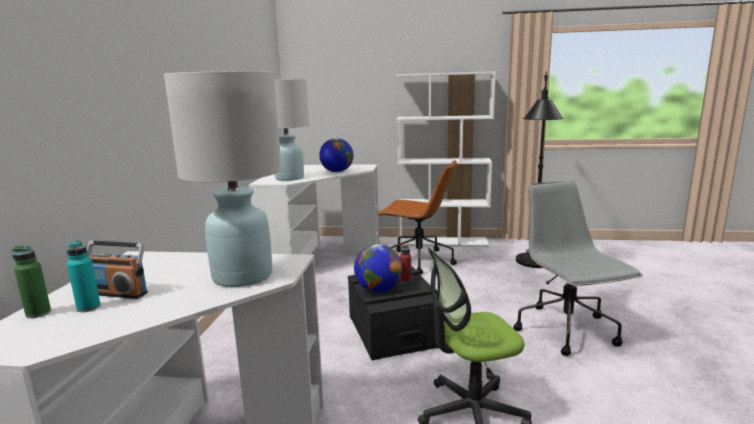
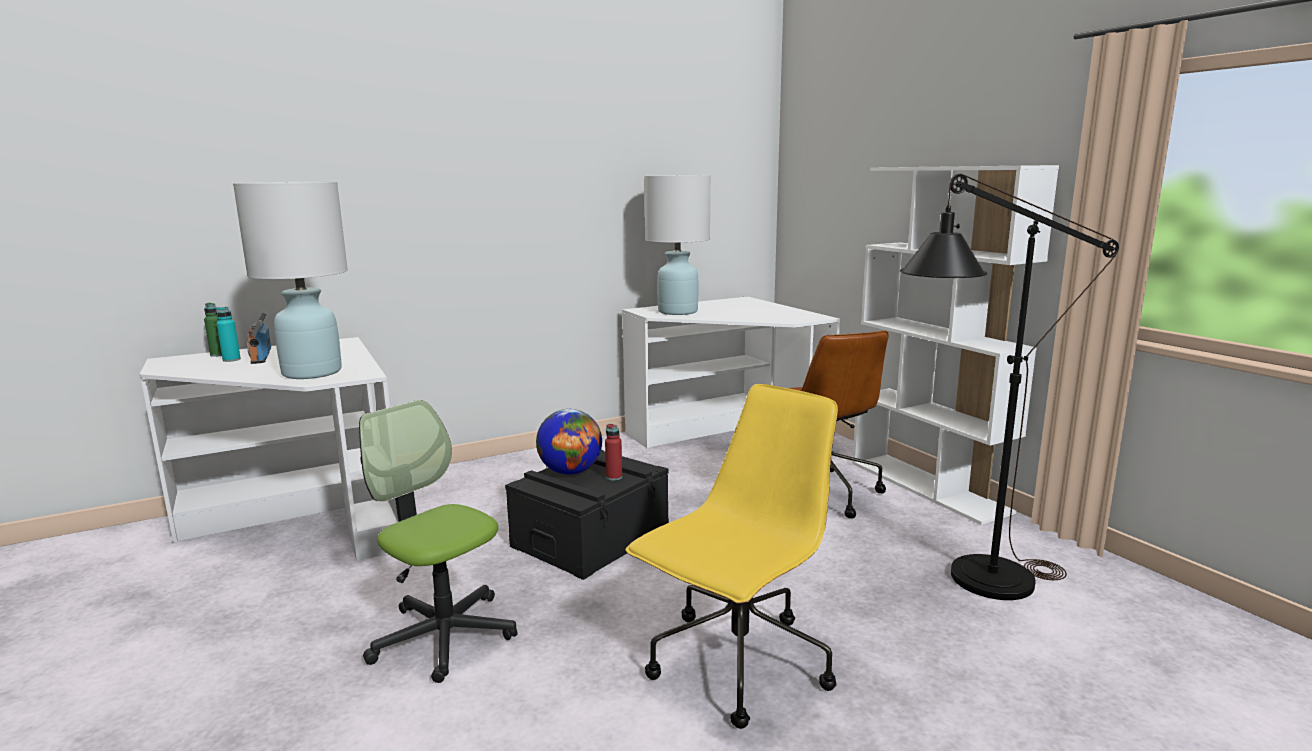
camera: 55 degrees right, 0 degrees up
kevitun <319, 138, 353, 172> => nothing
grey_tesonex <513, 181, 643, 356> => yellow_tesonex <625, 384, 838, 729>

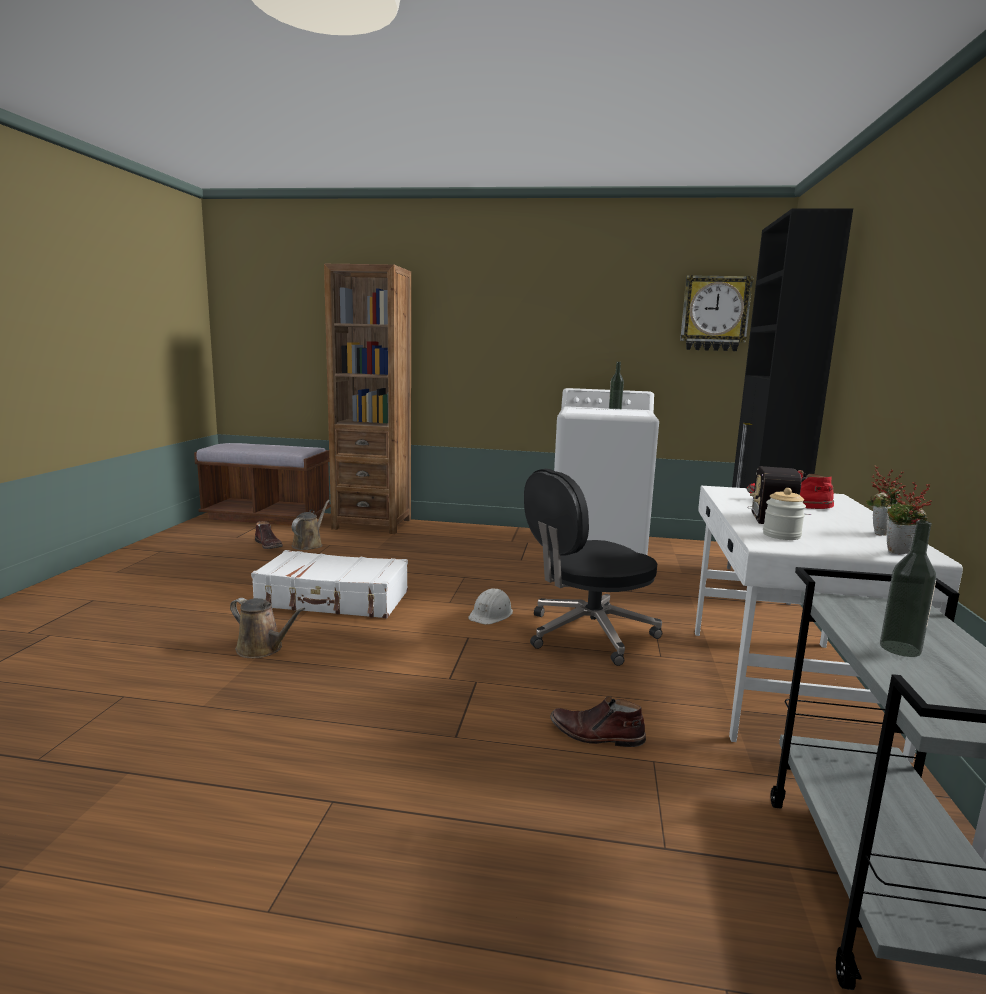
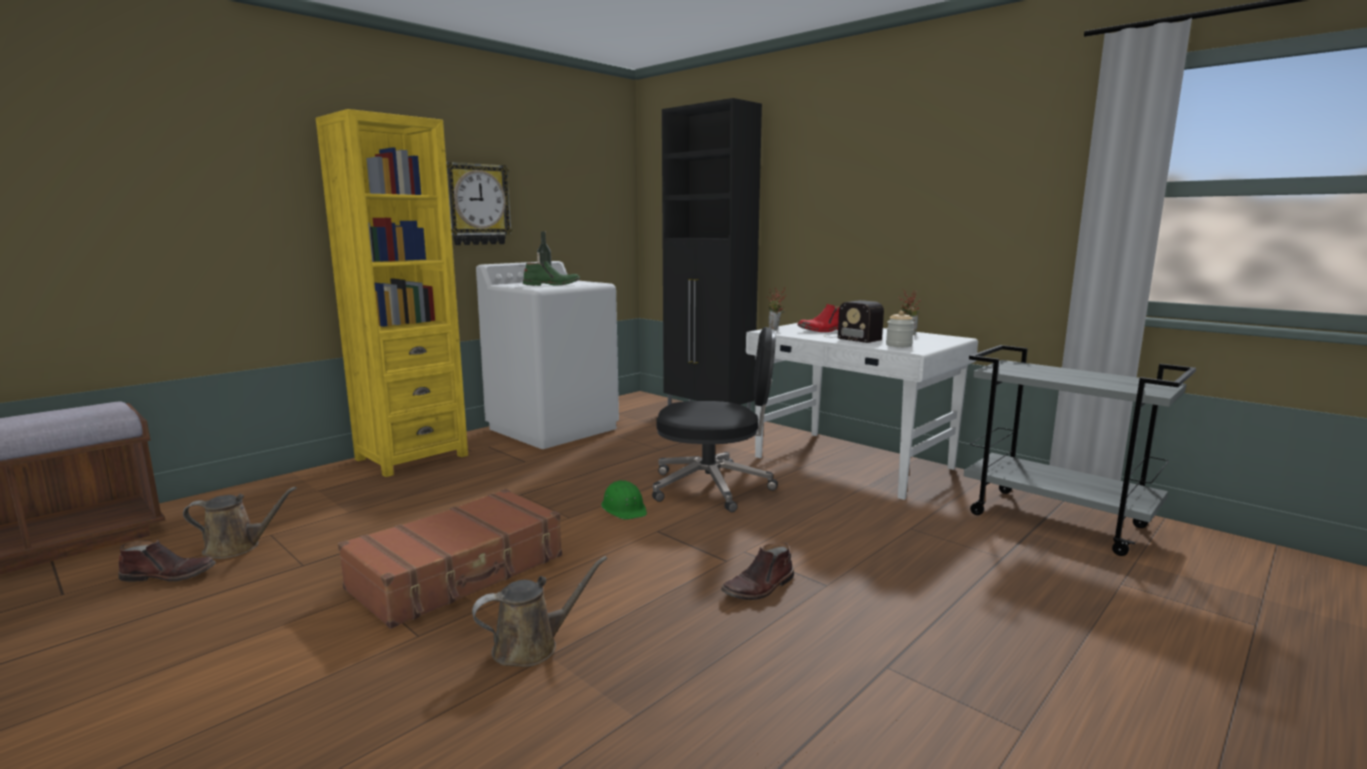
camera: 55 degrees left, 0 degrees up
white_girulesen <251, 550, 408, 618> => brown_girulesen <338, 489, 562, 629>
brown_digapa <292, 500, 330, 550> => brown_digapa <183, 487, 297, 559>, 120 degrees clockwise
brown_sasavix <324, 264, 411, 534> => nothing
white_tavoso <468, 588, 513, 625> => green_tavoso <601, 480, 647, 520>
black_tesonex <524, 469, 662, 666> => black_tesonex <652, 327, 778, 512>, 90 degrees counterclockwise
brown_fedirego <550, 696, 646, 747> => brown_fedirego <721, 543, 794, 600>, relocated
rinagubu <680, 275, 754, 351> => rinagubu <446, 161, 513, 245>, relocated
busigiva <880, 520, 936, 657> => nothing
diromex <887, 482, 932, 554> => diromex <766, 287, 787, 330>, relocated
nothing => yellow_sasavix <316, 109, 468, 477>
nothing => green_fedirego <523, 261, 580, 286>

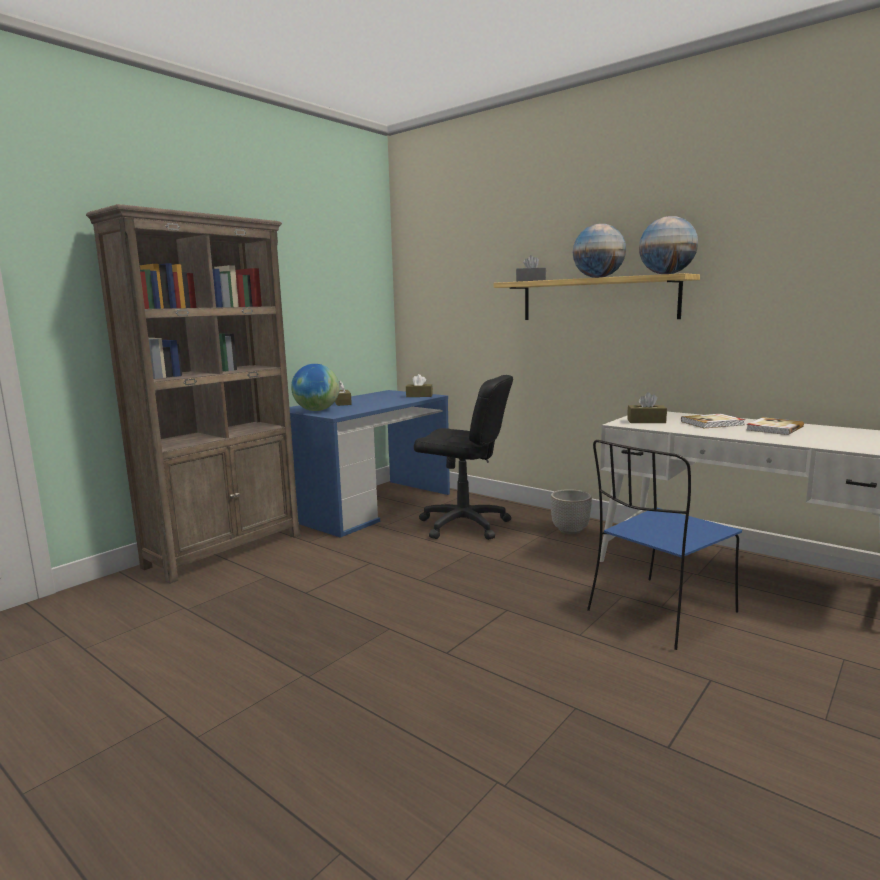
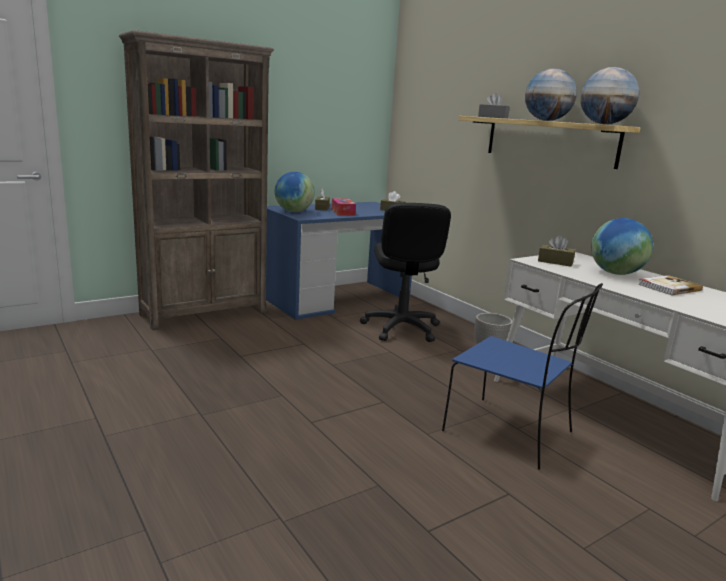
camera: 15 degrees right, 5 degrees up
black_tesonex <414, 375, 513, 540> => black_tesonex <360, 203, 451, 342>, 45 degrees clockwise
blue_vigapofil <587, 440, 742, 650> => blue_vigapofil <442, 283, 603, 470>, 120 degrees counterclockwise
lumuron <681, 414, 745, 428> => kevitun <591, 218, 653, 275>
nothing => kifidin <332, 198, 356, 216>

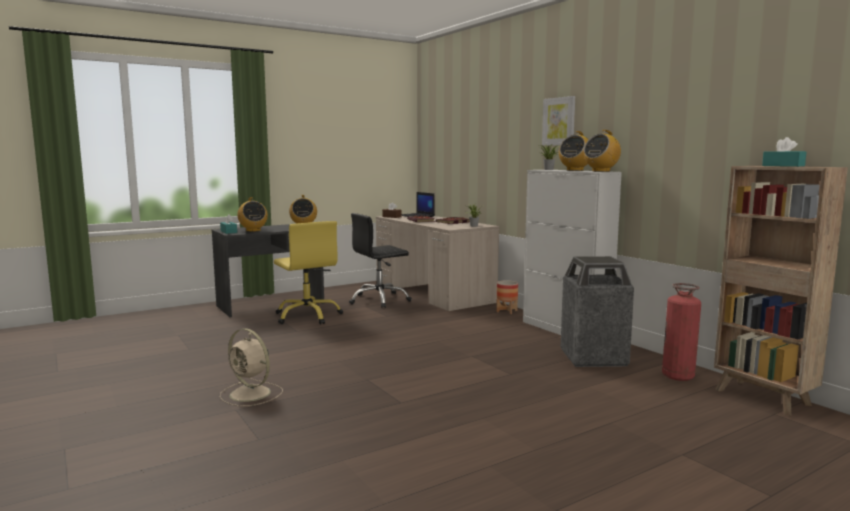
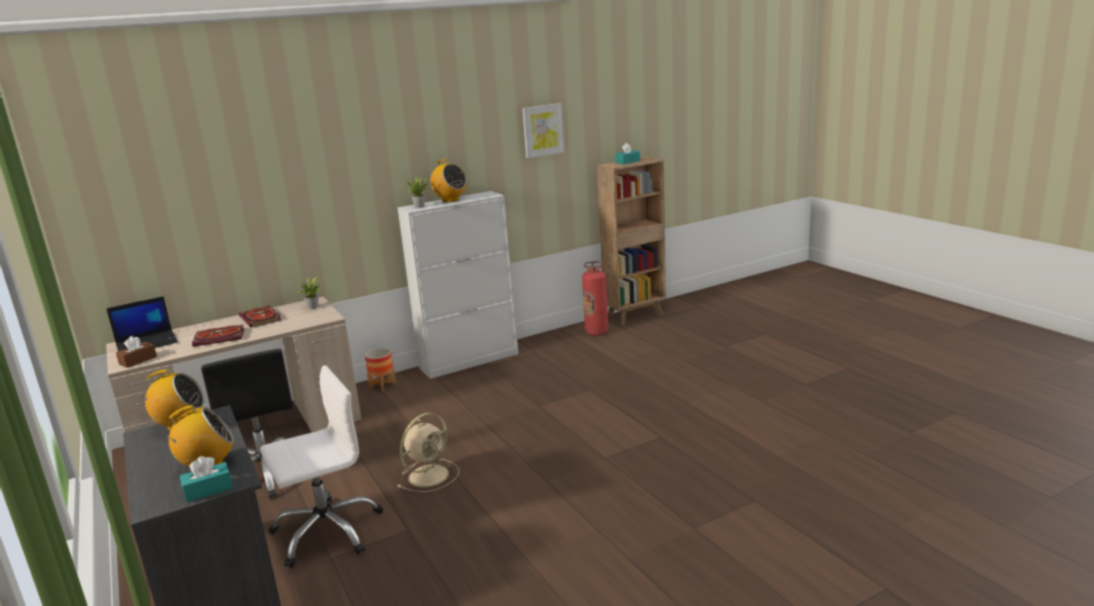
camera: 85 degrees left, 10 degrees up
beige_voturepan <220, 328, 283, 406> => beige_voturepan <398, 413, 459, 492>, relocated
yellow_tesonex <274, 221, 343, 325> => white_tesonex <260, 365, 383, 568>
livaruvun <542, 96, 575, 146> => livaruvun <522, 103, 564, 158>, relocated
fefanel <561, 256, 634, 367> => nothing
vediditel <584, 130, 621, 172> => nothing

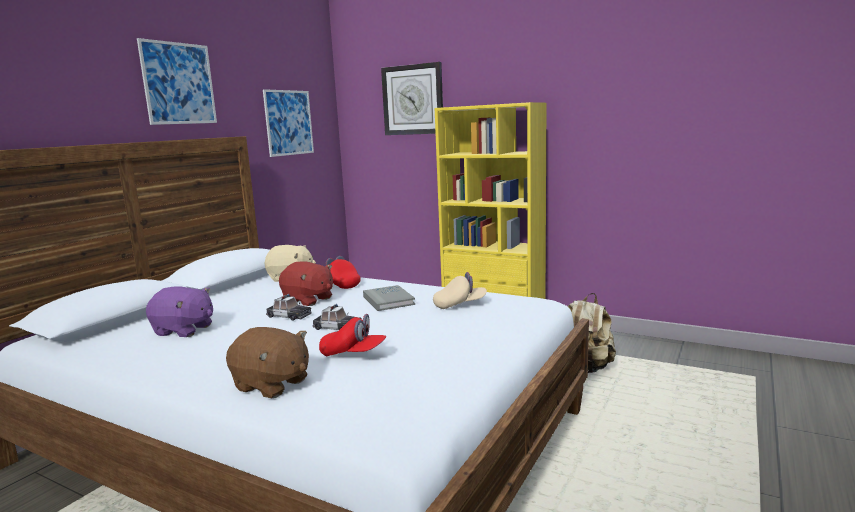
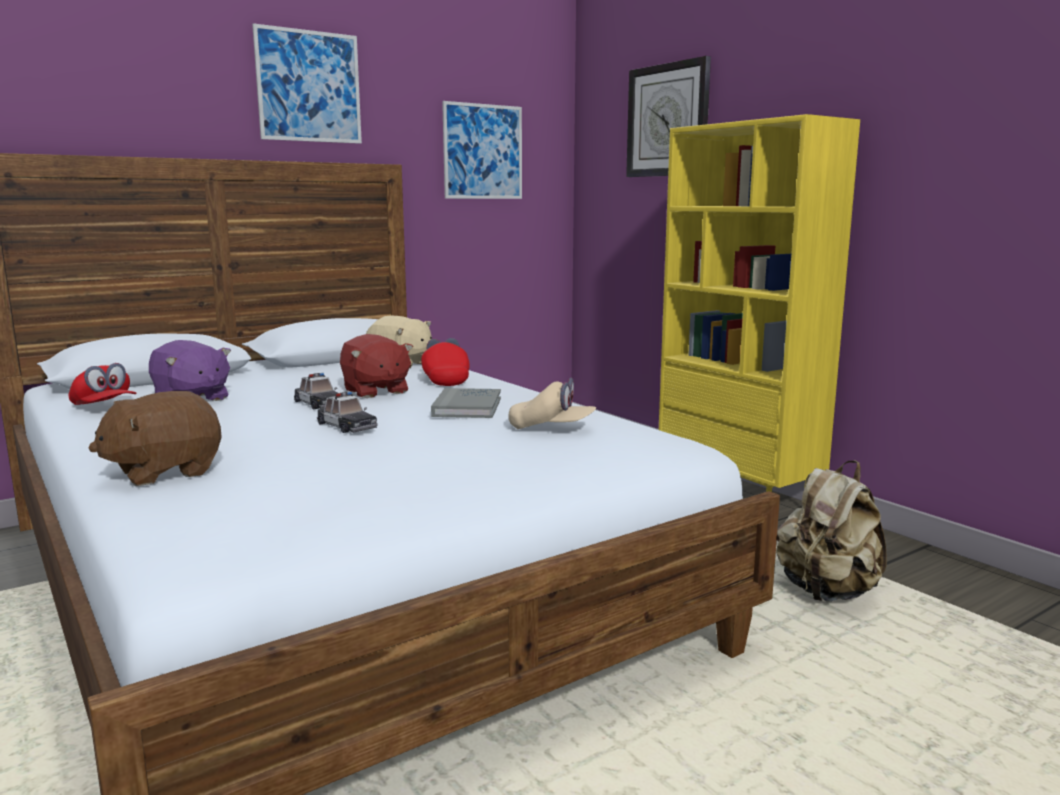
camera: 25 degrees right, 0 degrees up
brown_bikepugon <226, 327, 309, 398> => brown_bikepugon <88, 391, 222, 486>, 90 degrees clockwise
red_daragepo <319, 314, 386, 356> => red_daragepo <69, 363, 137, 405>, relocated

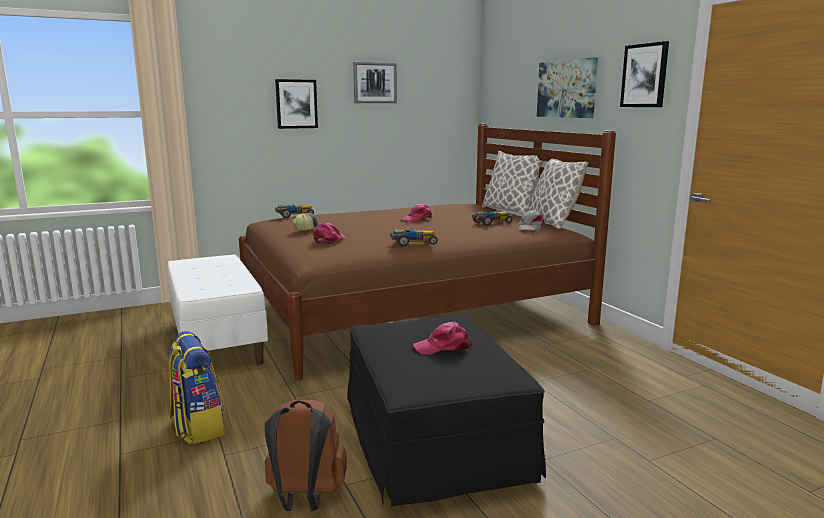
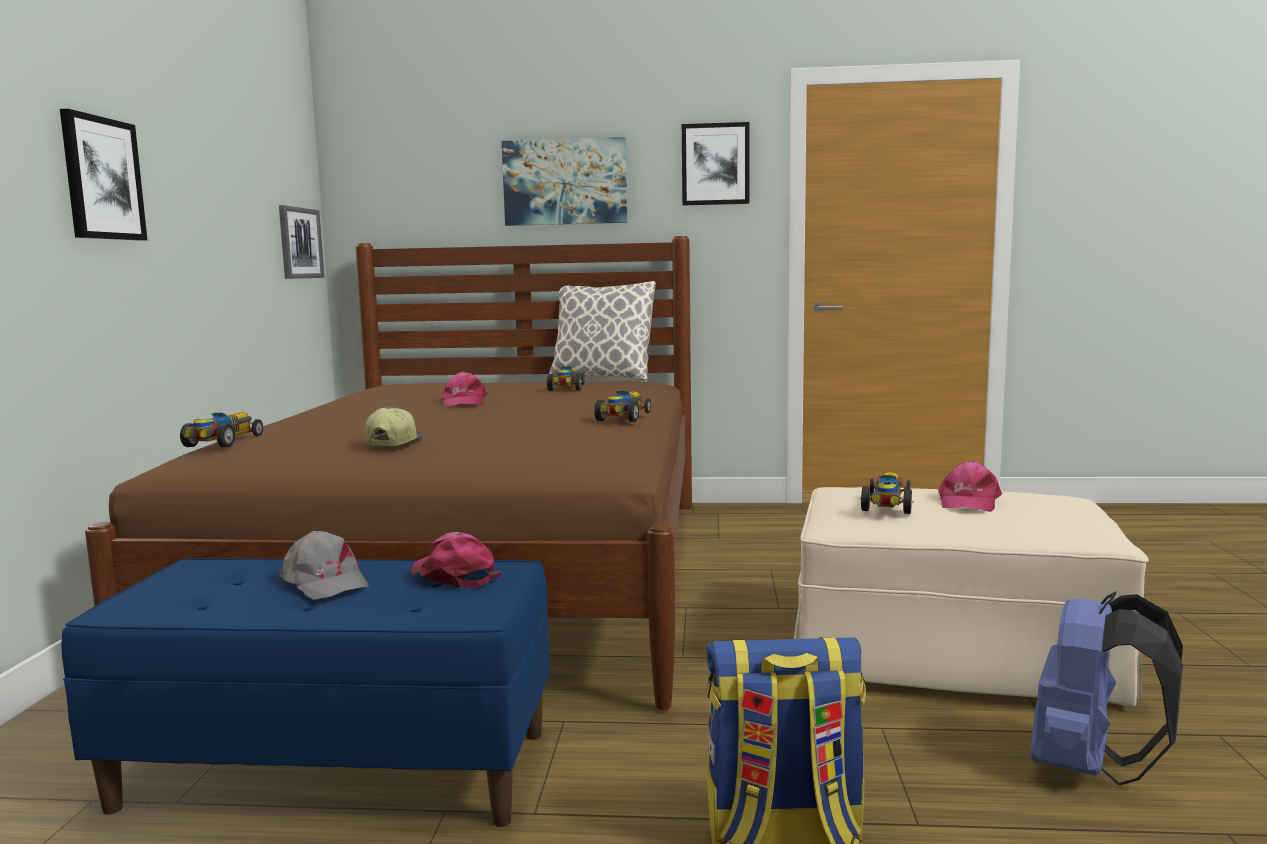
camera: 60 degrees left, 5 degrees down
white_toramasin <167, 254, 268, 365> => blue_toramasin <61, 558, 550, 827>
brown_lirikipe <265, 400, 347, 511> => blue_lirikipe <1030, 591, 1183, 785>
pink_daragepo <313, 223, 346, 244> => pink_daragepo <410, 532, 501, 588>, relocated
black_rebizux <347, 316, 546, 506> => beige_rebizux <794, 487, 1149, 707>
livaruvun <353, 62, 397, 103> => livaruvun <279, 205, 324, 279>, relocated
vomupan <482, 151, 544, 215> => nothing
grey_daragepo <518, 210, 545, 231> => grey_daragepo <279, 531, 369, 600>, relocated
nothing => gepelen <860, 472, 914, 514>

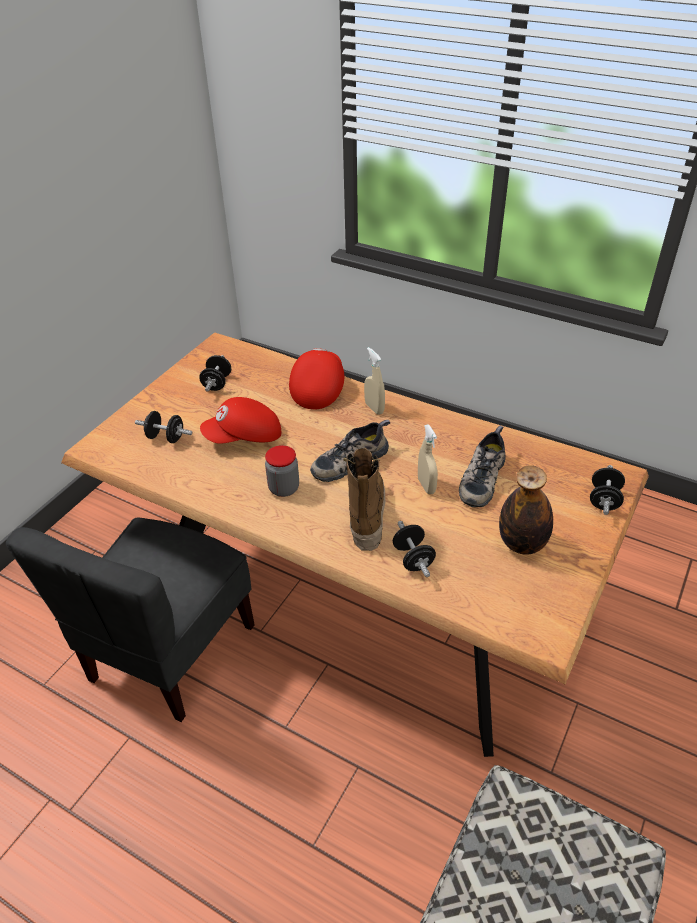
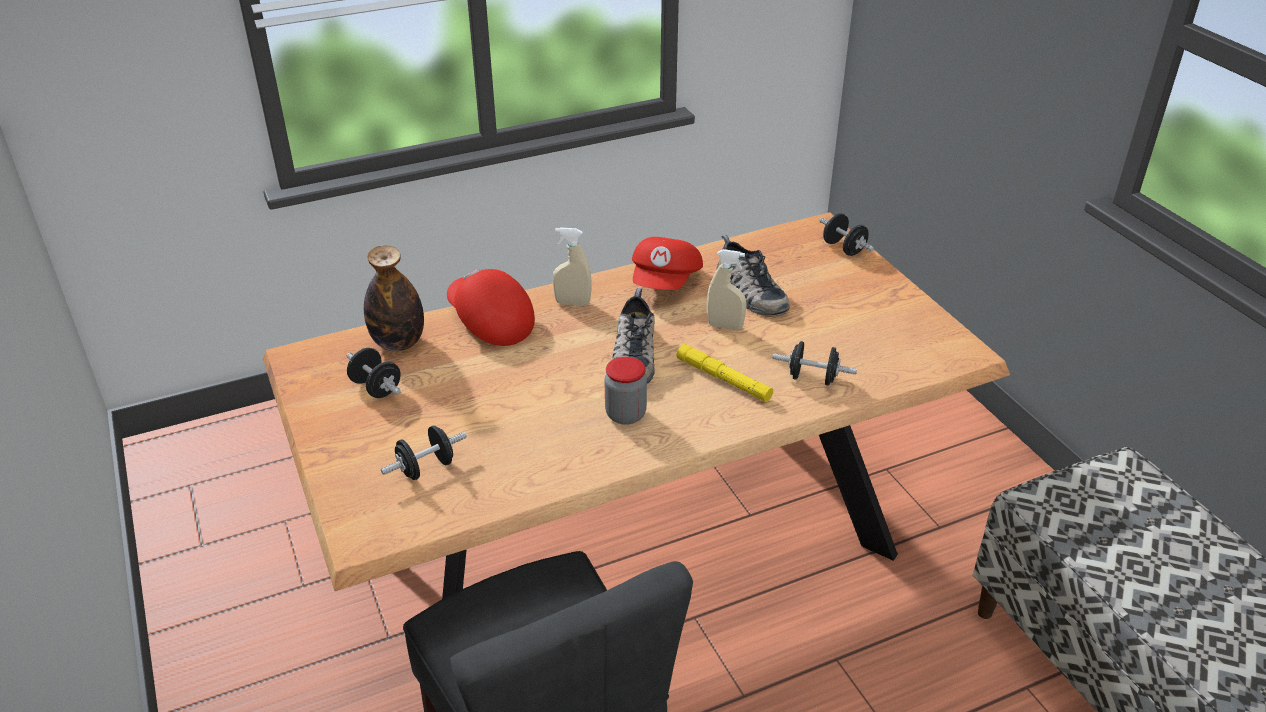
camera: 55 degrees left, 5 degrees down
red_daragepo <200, 397, 281, 444> => red_daragepo <632, 237, 703, 290>, relocated
fedirego <343, 448, 385, 551> => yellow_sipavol <677, 344, 773, 402>
busigiva <499, 465, 553, 555> => busigiva <364, 245, 424, 351>, relocated

